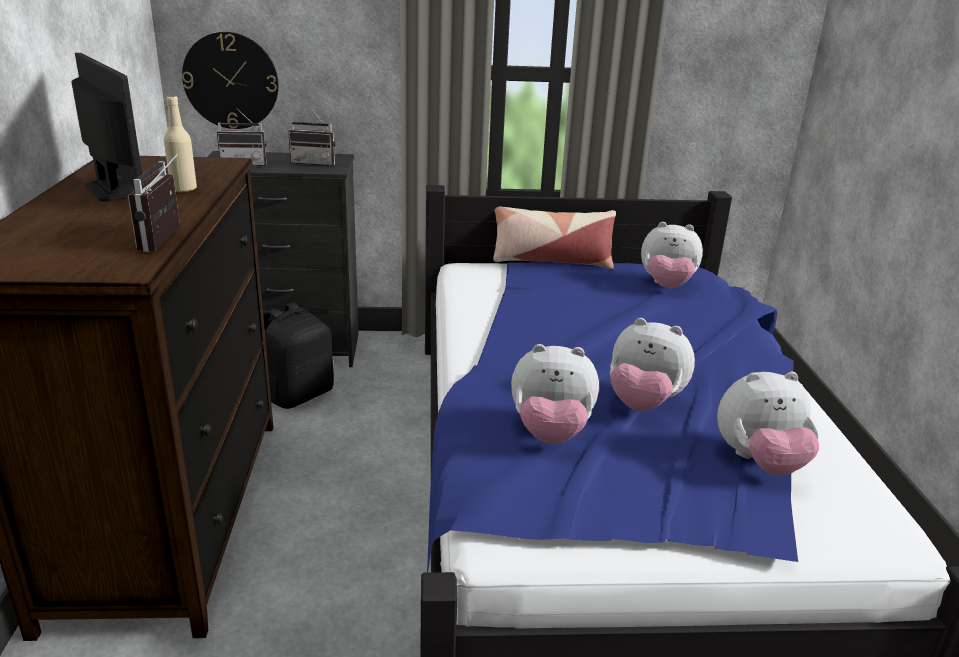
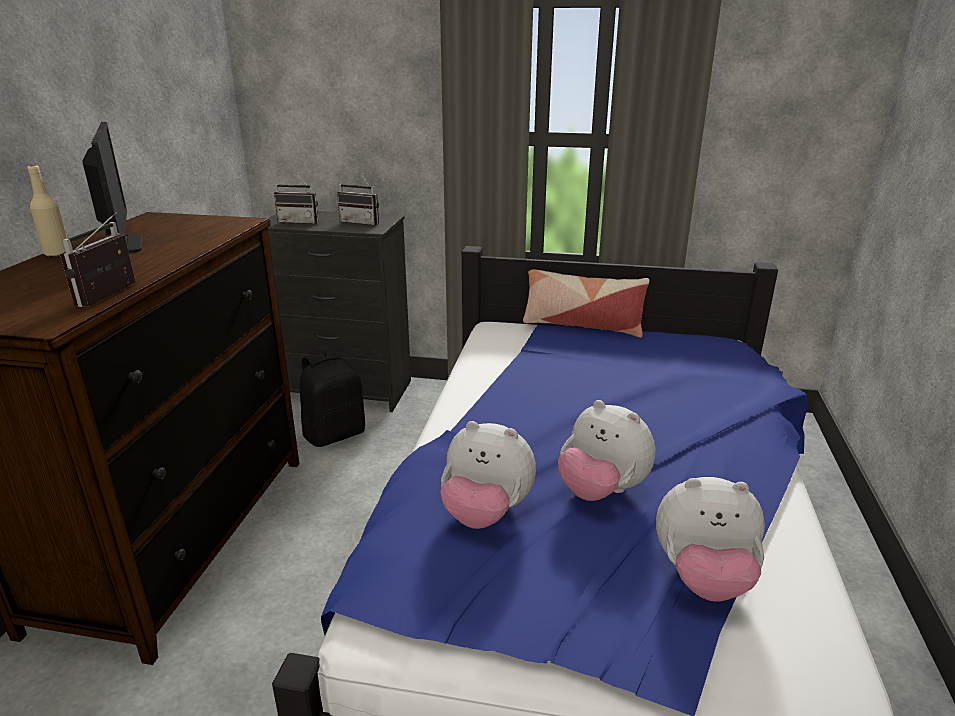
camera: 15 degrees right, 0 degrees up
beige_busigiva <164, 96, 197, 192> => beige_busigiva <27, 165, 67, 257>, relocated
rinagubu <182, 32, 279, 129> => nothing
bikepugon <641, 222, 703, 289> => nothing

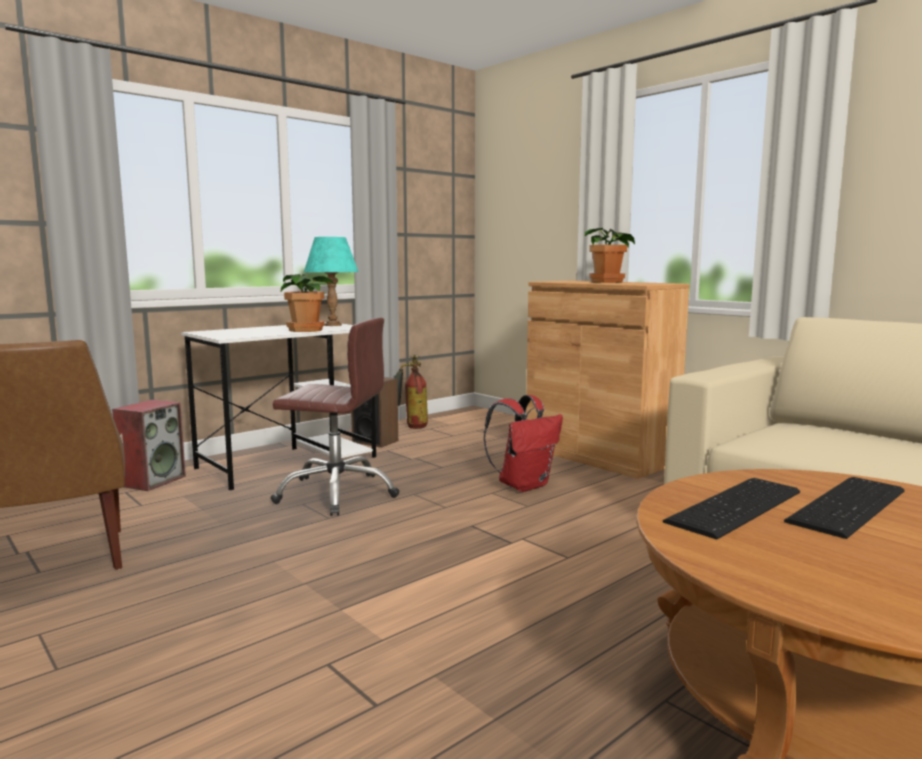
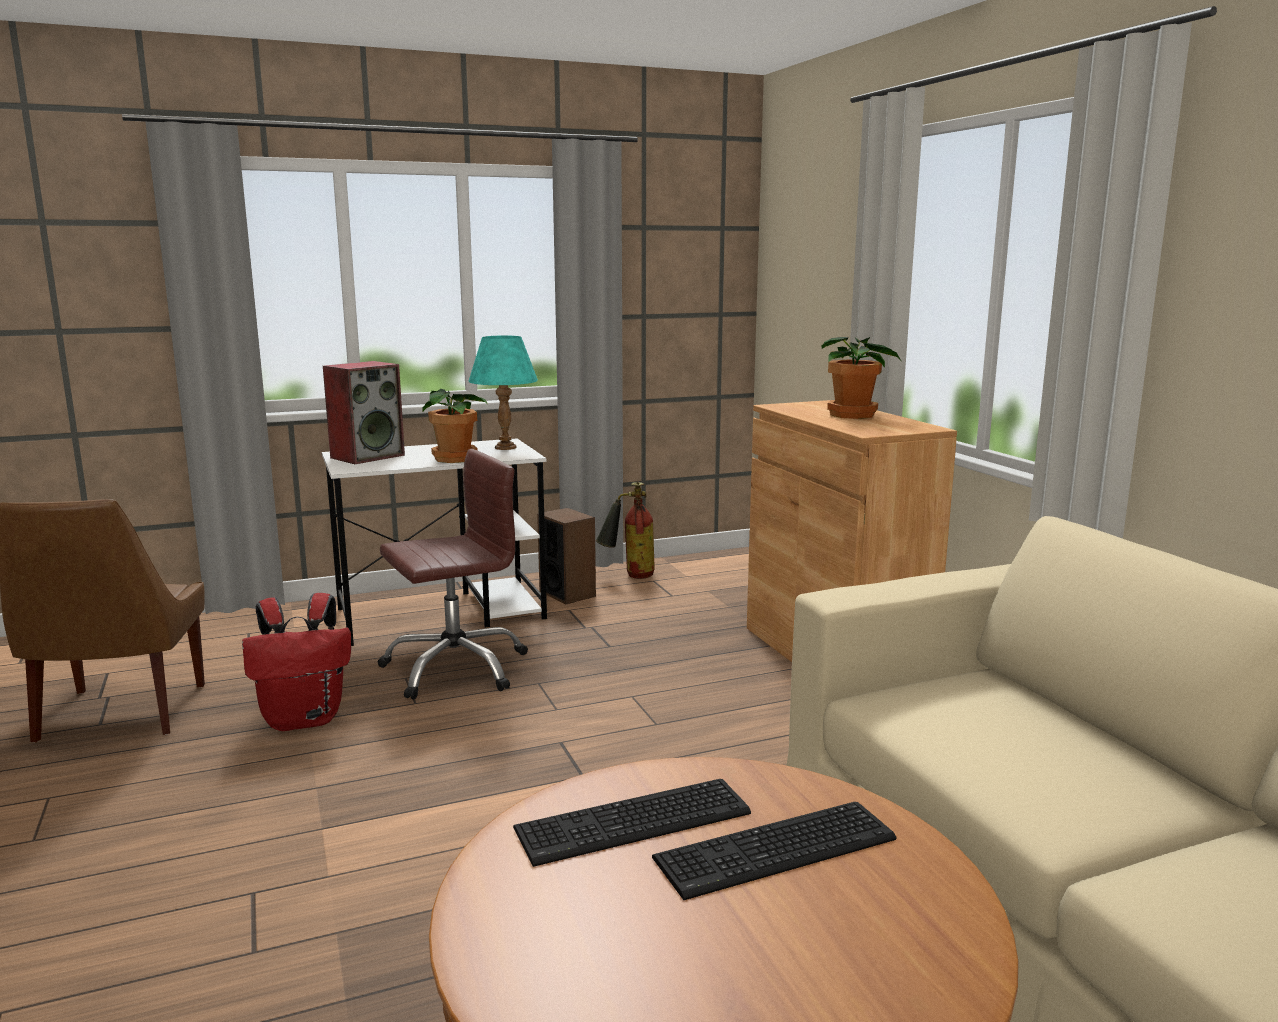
camera: 20 degrees right, 5 degrees up
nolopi <112, 400, 186, 491> => nolopi <323, 361, 405, 464>, relocated
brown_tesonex <271, 318, 400, 516> => brown_tesonex <377, 449, 528, 700>, 60 degrees counterclockwise
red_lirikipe <484, 395, 563, 492> => red_lirikipe <242, 593, 351, 731>, relocated

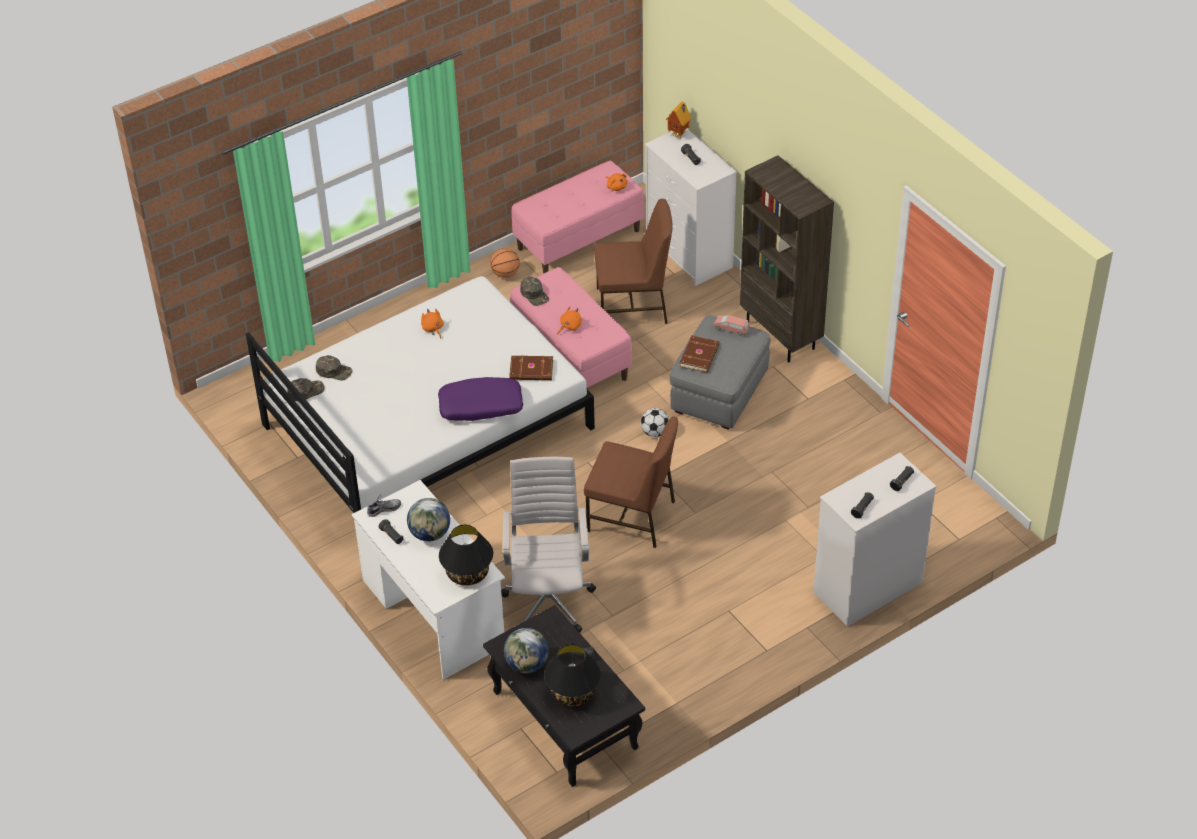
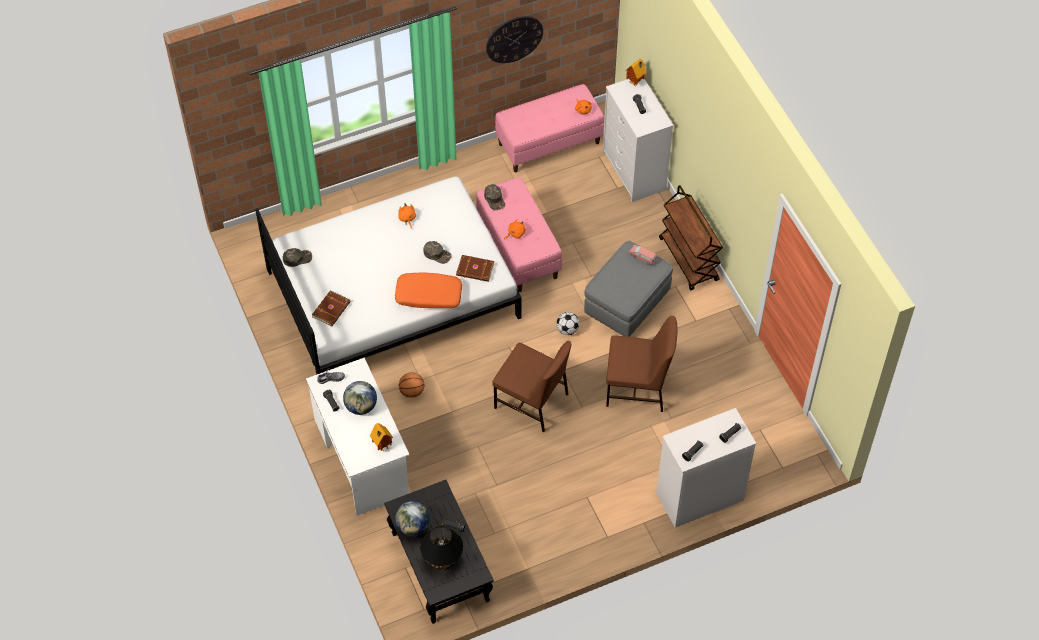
camera: 10 degrees right, 10 degrees up
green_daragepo <316, 355, 352, 380> => green_daragepo <423, 241, 452, 264>, relocated
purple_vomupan <438, 377, 523, 421> => orange_vomupan <395, 272, 462, 308>
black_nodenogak <439, 525, 493, 586> => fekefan <370, 423, 393, 452>
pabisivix <490, 248, 520, 278> => pabisivix <399, 372, 425, 398>, relocated
white_tesonex <501, 457, 596, 633> => nothing
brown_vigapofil <594, 199, 673, 324> => brown_vigapofil <606, 316, 678, 412>, relocated
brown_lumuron <680, 335, 720, 373> => brown_lumuron <312, 290, 351, 326>, relocated
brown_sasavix <740, 155, 834, 363> => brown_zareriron <659, 185, 723, 290>
nothing => rinagubu <486, 16, 543, 63>

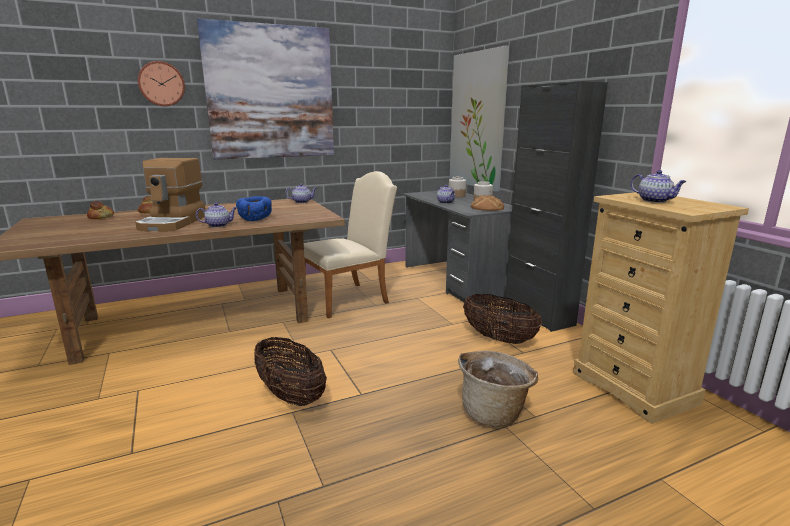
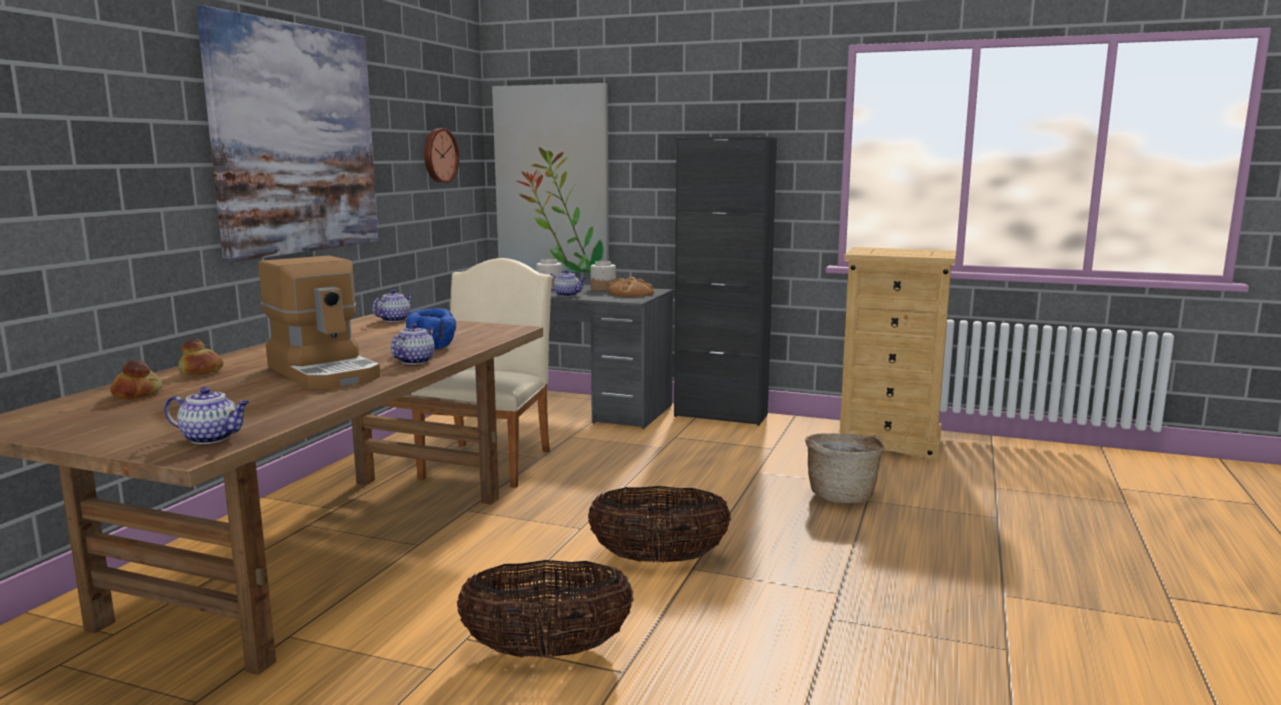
camera: 45 degrees left, 5 degrees down
rinagubu <138, 61, 185, 106> => rinagubu <424, 128, 459, 183>, relocated
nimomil <463, 294, 542, 344> => nimomil <457, 560, 634, 658>, relocated
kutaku <631, 170, 687, 203> => kutaku <164, 387, 250, 444>, relocated

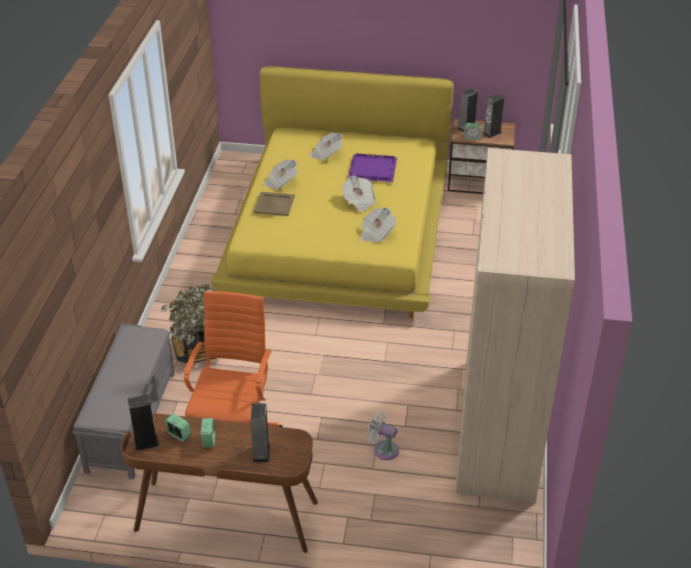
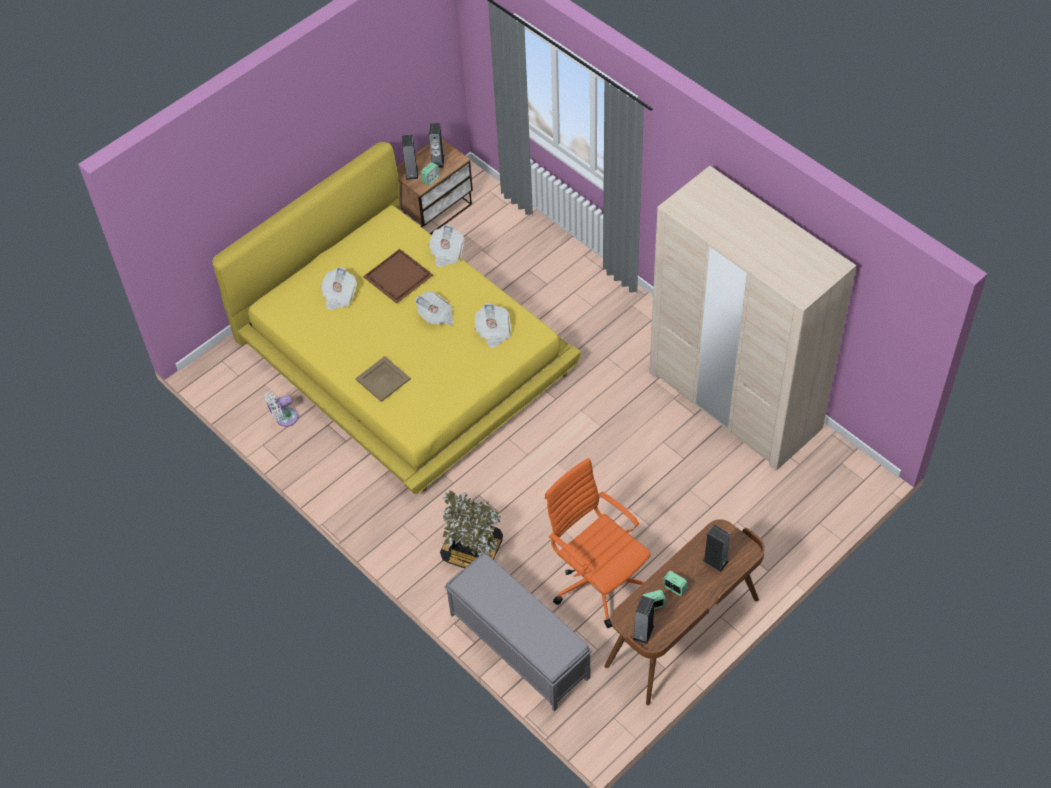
camera: 50 degrees left, 15 degrees up
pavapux <263, 159, 298, 190> => pavapux <428, 225, 465, 267>, relocated
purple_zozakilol <348, 153, 397, 182> => brown_zozakilol <363, 249, 433, 304>
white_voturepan <367, 411, 399, 460> => white_voturepan <264, 392, 298, 427>, relocated

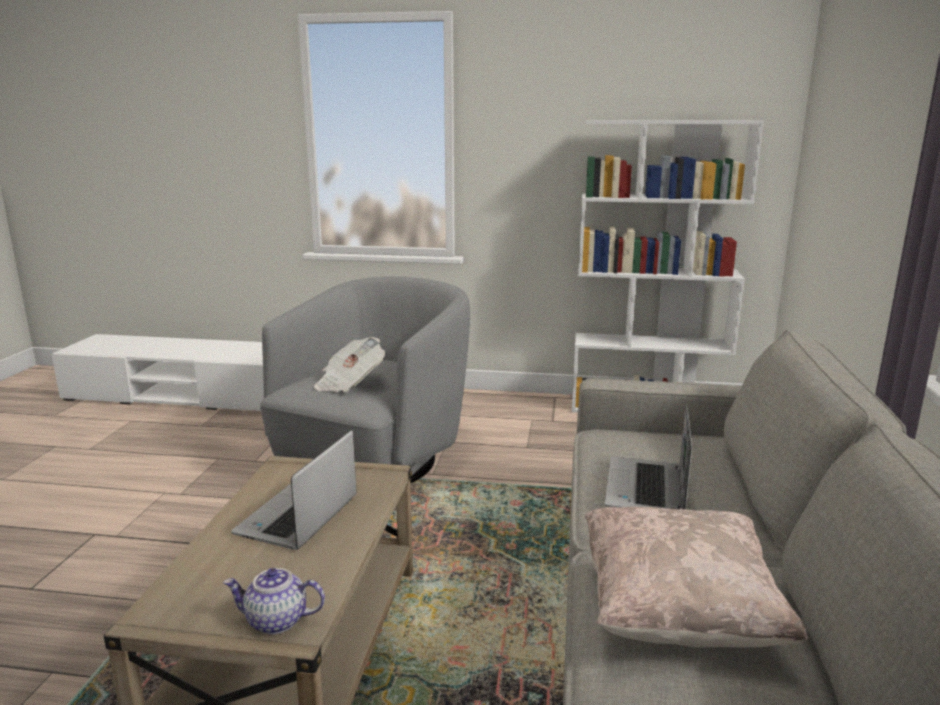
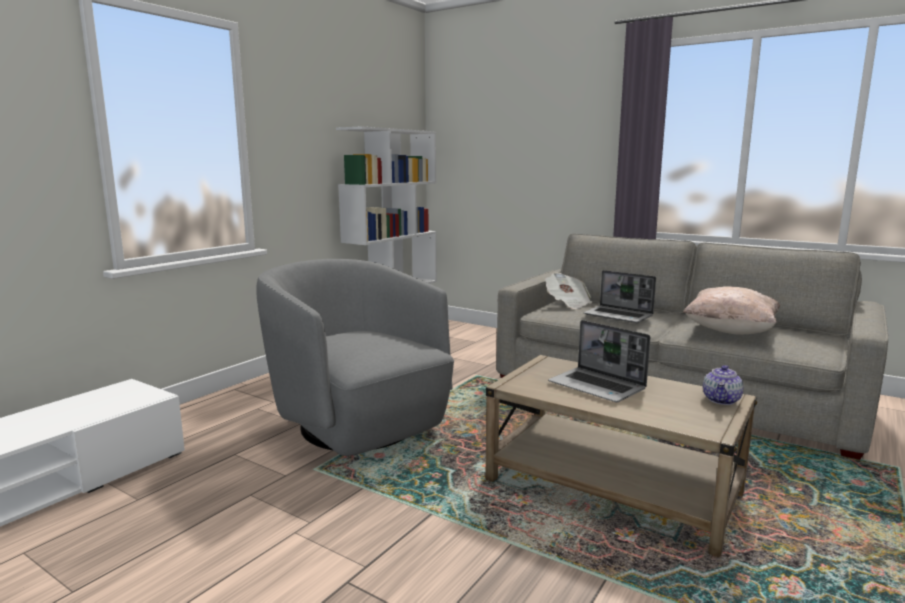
camera: 65 degrees left, 5 degrees down
pavapux <314, 337, 385, 392> => pavapux <545, 273, 592, 309>, relocated

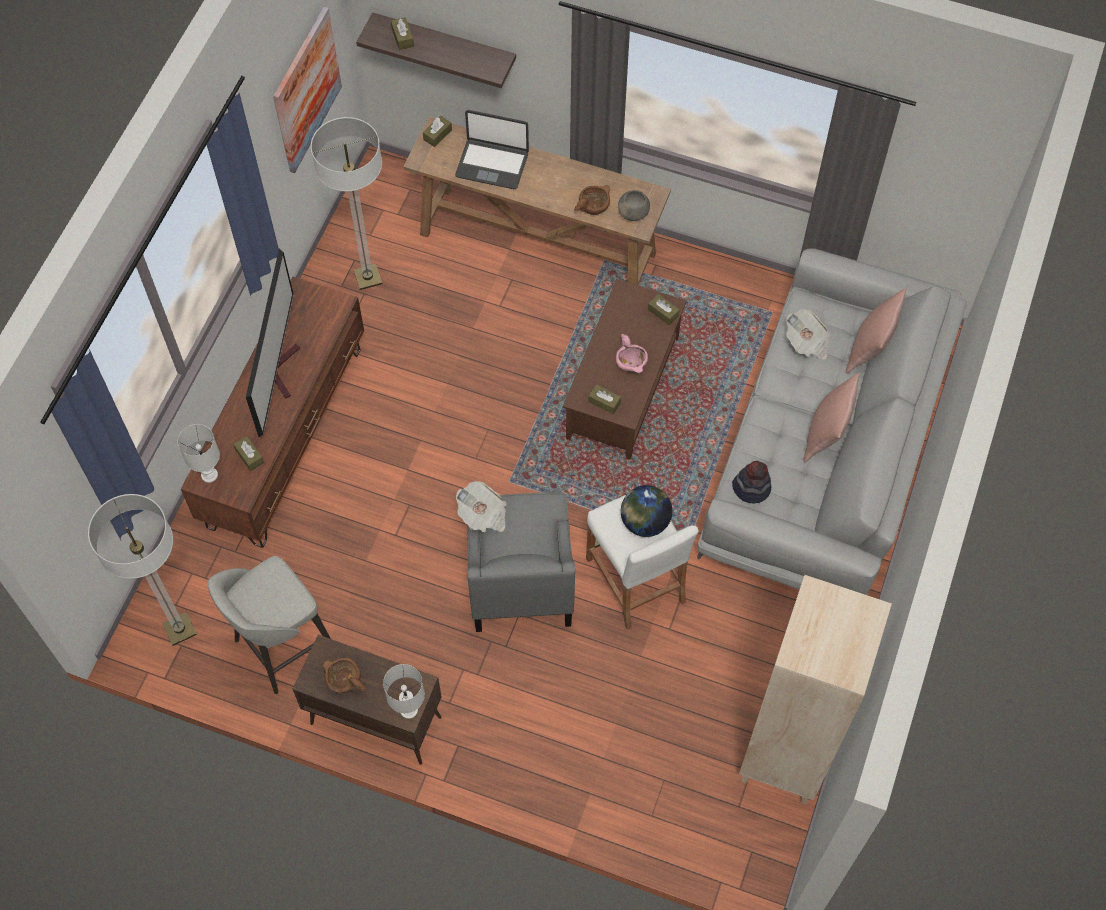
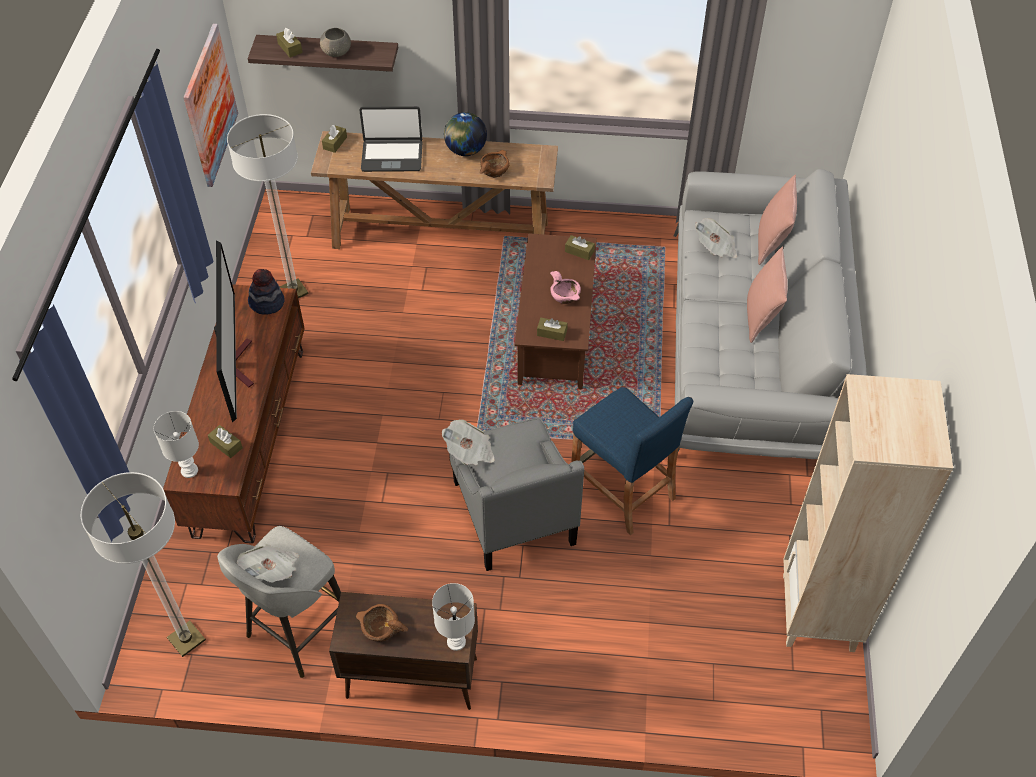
camera: 15 degrees left, 10 degrees down
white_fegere <586, 495, 699, 630> => blue_fegere <571, 387, 693, 535>
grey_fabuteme <618, 190, 650, 221> => grey_fabuteme <320, 28, 351, 57>, relocated
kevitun <621, 485, 672, 537> => kevitun <444, 112, 487, 156>, relocated
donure <732, 461, 771, 504> => donure <248, 269, 285, 315>, relocated
nothing => pavapux <237, 544, 299, 582>

